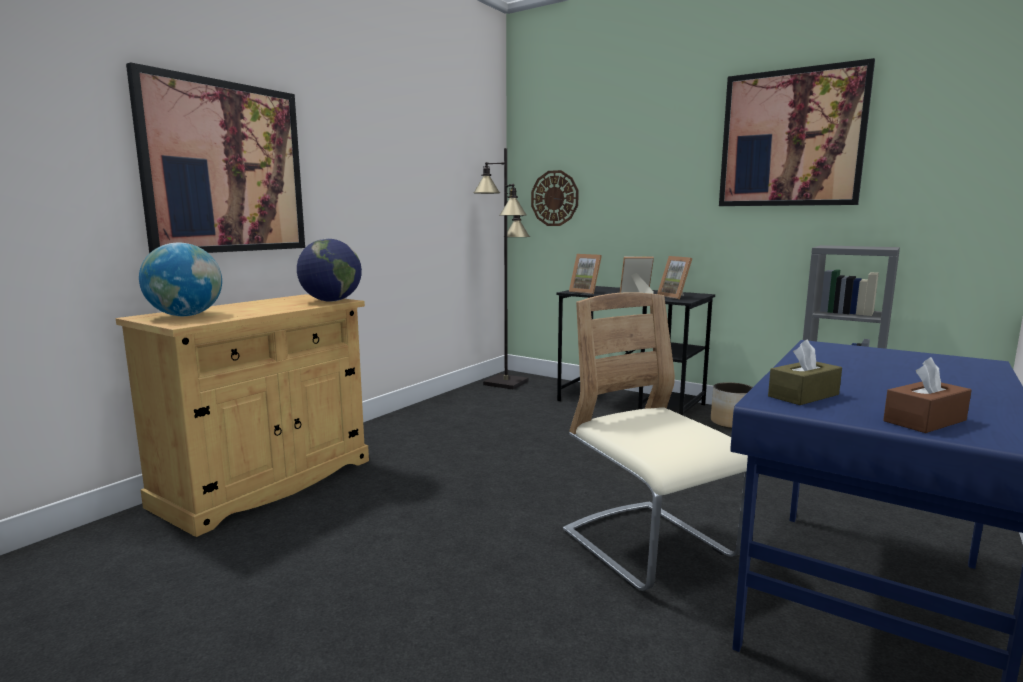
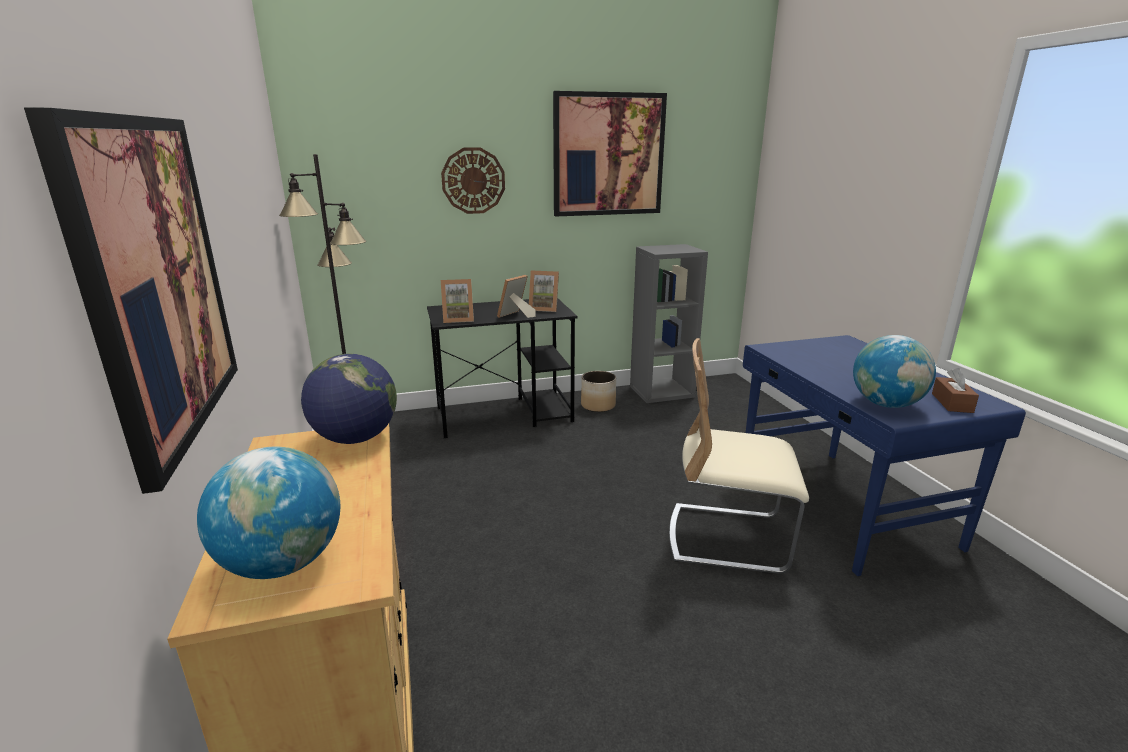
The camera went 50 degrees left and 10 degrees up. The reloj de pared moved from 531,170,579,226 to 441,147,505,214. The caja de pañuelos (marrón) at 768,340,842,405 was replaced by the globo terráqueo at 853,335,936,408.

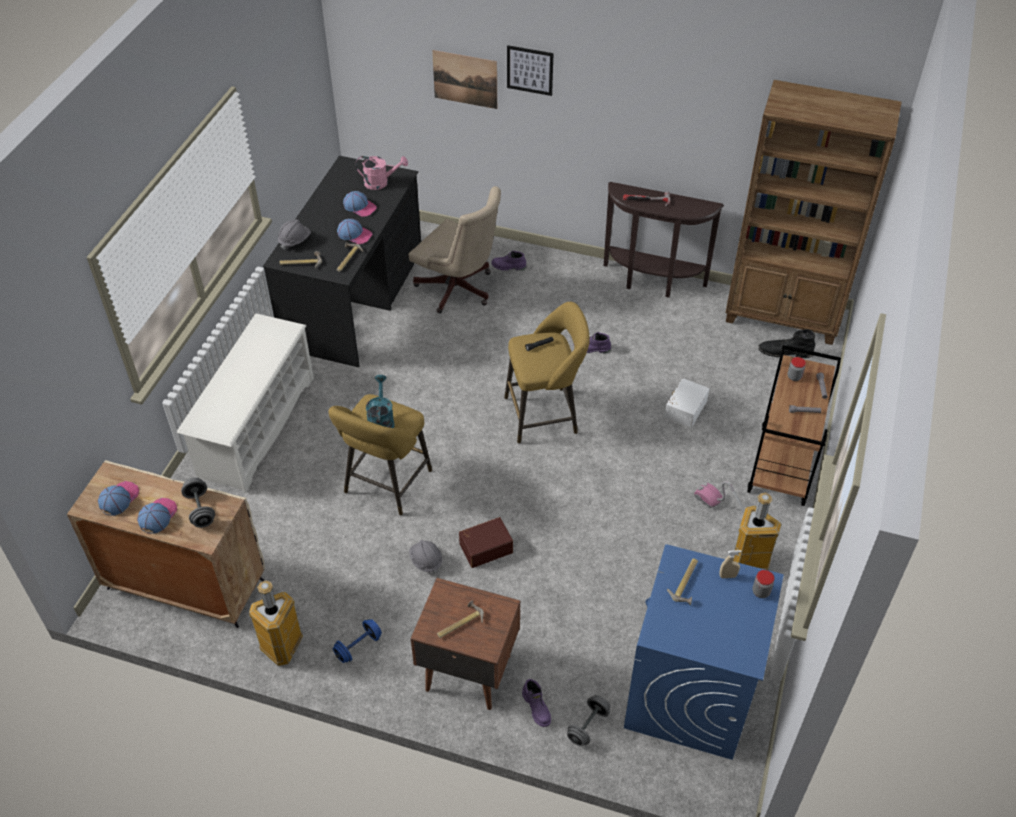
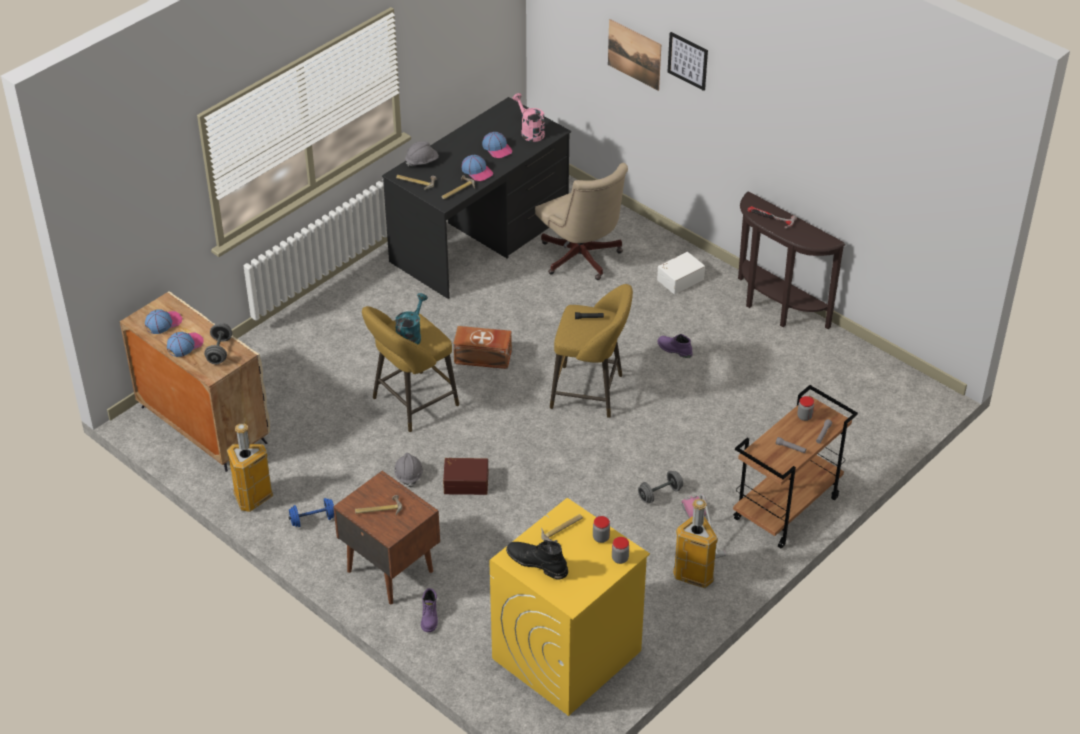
The camera went 25 degrees right and 5 degrees down. The estantería (marrón) at 726,80,902,345 disappeared. The regadera (rosa) at 355,156,408,190 turned 150 degrees counterclockwise. The bota (morado) at 491,251,526,271 disappeared. The zapatero (blanco) at 177,313,314,493 disappeared. The bota (negro) moved from 758,329,815,358 to 506,540,568,579. The caja de almacenaje (blanco) moved from 665,378,709,427 to 657,252,705,294. The lavadora (azul) at 624,544,784,760 became the lavadora (amarillo) at 489,498,650,716. The pulverizador (beis) at 719,550,742,578 was replaced by the tarro at 593,516,610,543. The mancuerna (gris) moved from 567,695,610,747 to 638,471,683,503. The caja de almacenaje (marrón) at 453,326,512,369 appeared.

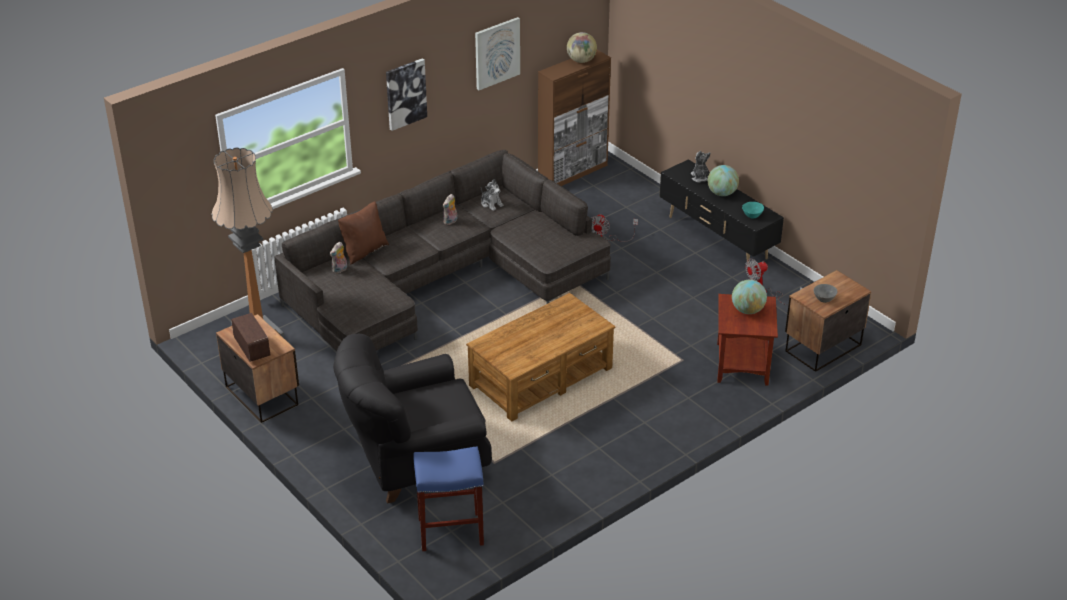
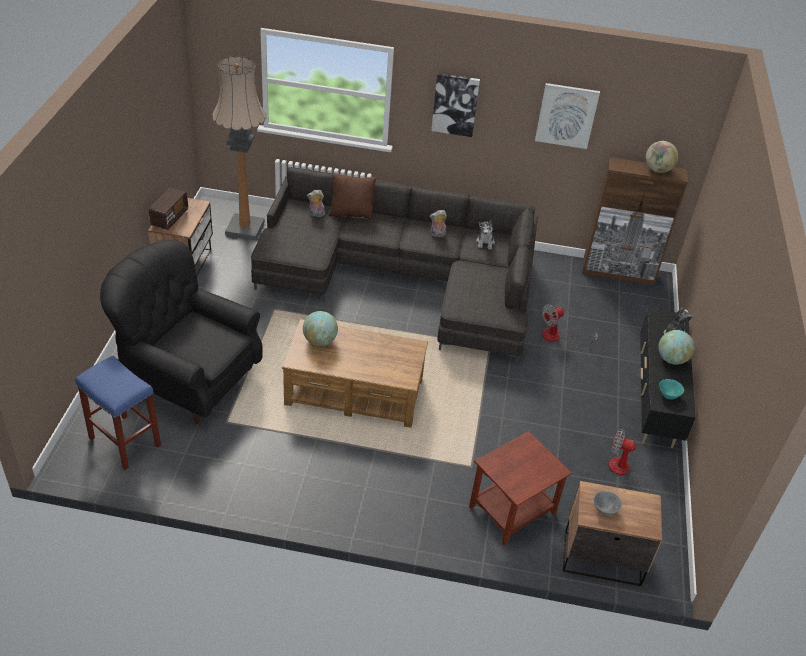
The camera went 45 degrees right and 5 degrees up. The globo terráqueo moved from 732,279,767,314 to 303,311,338,346.

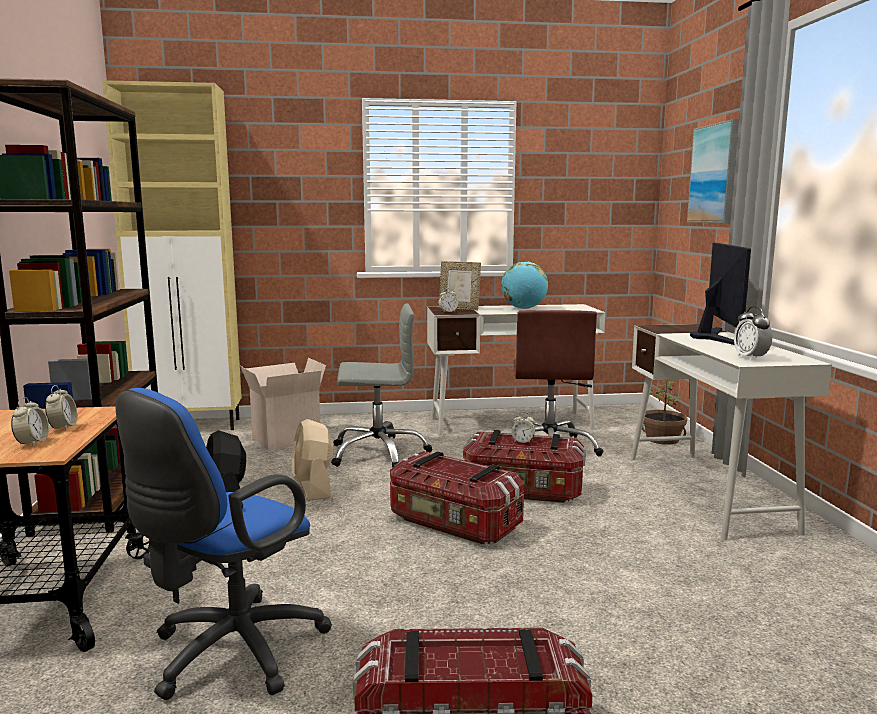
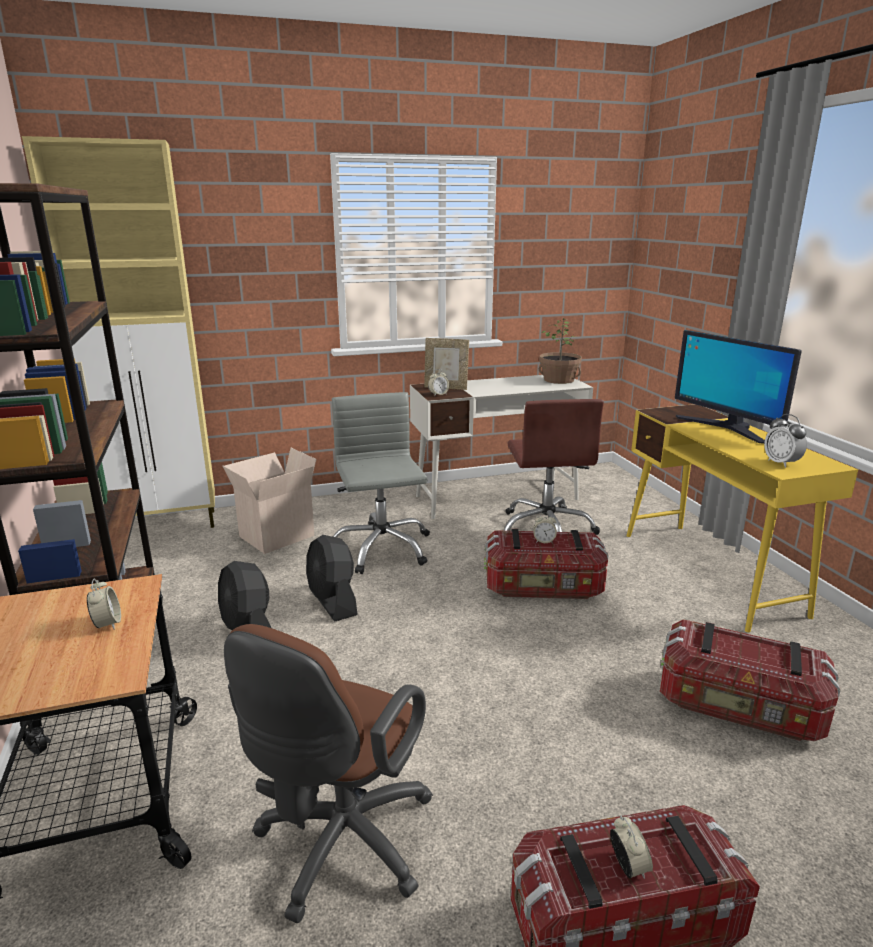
The camera went 10 degrees left and 10 degrees up. The cuadro at 687,119,739,223 disappeared. The monitor at 690,243,751,345 turned 150 degrees clockwise. The globo terráqueo at 501,262,548,309 disappeared. The silla de oficina (gris) at 331,303,432,468 turned 90 degrees counterclockwise. The escritorio (blanco) at 631,324,832,540 became the escritorio (amarillo) at 627,404,858,632. The planta en maceta moved from 642,379,687,445 to 539,317,582,384. The silla de oficina (azul) at 115,388,332,700 became the silla de oficina (marrón) at 224,624,433,923. The despertador moved from 11,397,49,447 to 610,816,653,879. The ventilador (beis) at 292,419,333,501 became the ventilador (negro) at 306,535,358,622. The caja de almacenaje moved from 390,451,524,544 to 660,619,841,741.

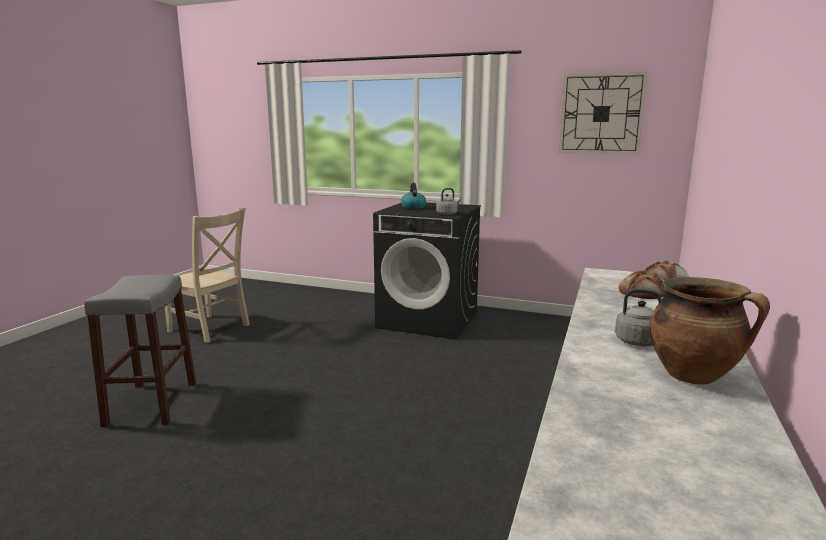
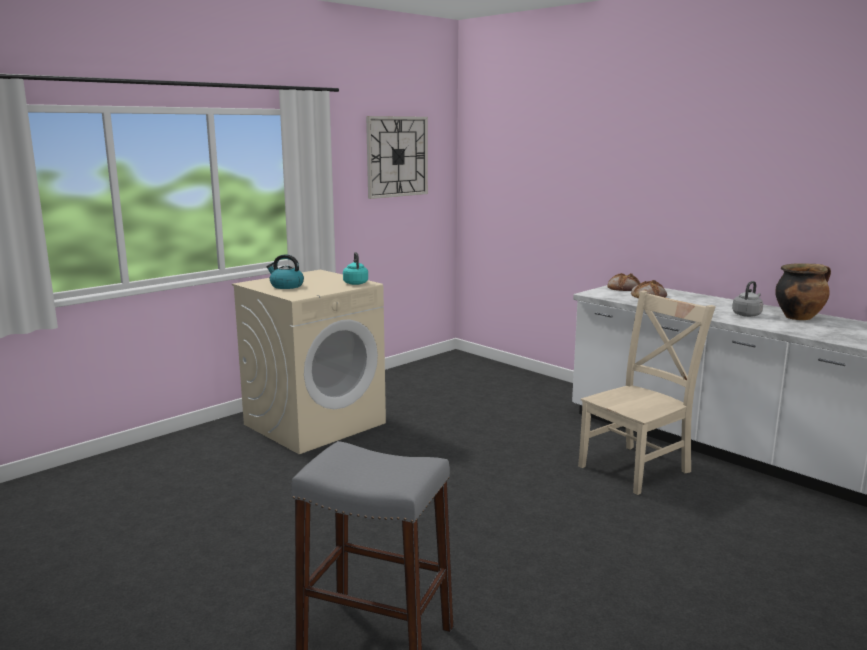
The camera went 65 degrees left and 0 degrees up. The hervidor (gris) at 436,188,461,215 became the hervidor (turquesa) at 343,252,368,285. The lavadora (negro) at 373,202,481,339 became the lavadora (beis) at 232,269,386,454. The silla (beis) moved from 165,208,250,343 to 578,291,716,495.

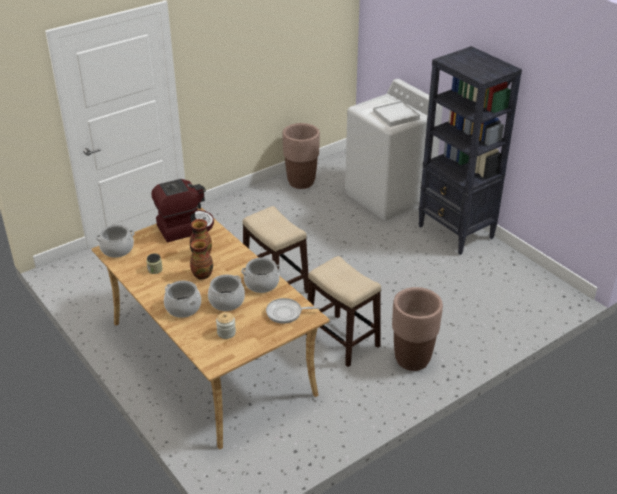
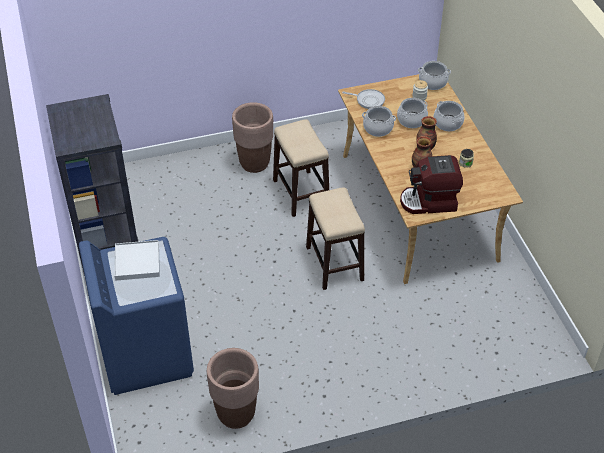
The camera went 160 degrees left and 10 degrees up. The lavadora (blanco) at 345,79,443,221 became the lavadora (azul) at 79,237,194,395. The olla moved from 96,224,135,258 to 418,61,451,90.

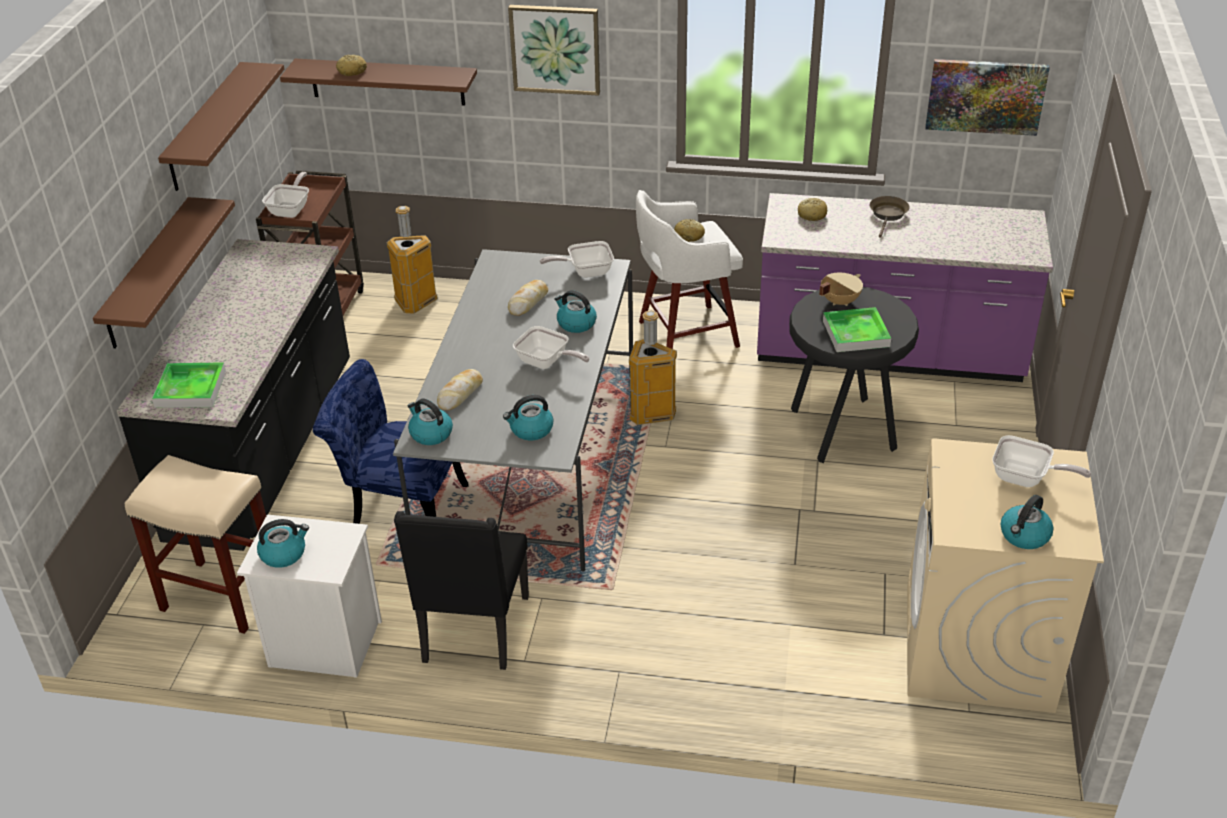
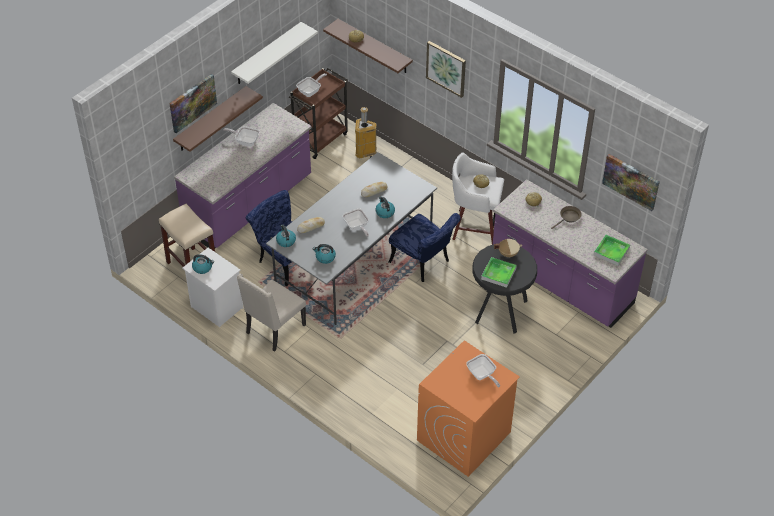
The camera went 30 degrees right and 10 degrees up. The estante (marrón) at 158,62,284,191 became the estante (blanco) at 231,22,318,84. The mueble bajo de cocina (negro) at 117,239,350,551 became the mueble bajo de cocina (morado) at 174,103,312,248. The sartén moved from 540,241,614,278 to 223,126,259,147. The papelera at 629,311,677,425 was replaced by the silla (azul) at 389,213,461,282. The bandeja moved from 152,362,226,408 to 594,235,630,266. The lavadora (beis) at 907,438,1104,713 became the lavadora (naranja) at 417,341,520,477. The hervidor at 1000,495,1054,549 disappeared. The silla (negro) at 394,511,529,670 became the silla (beis) at 237,274,306,352. The cuadro at 169,74,217,133 appeared.

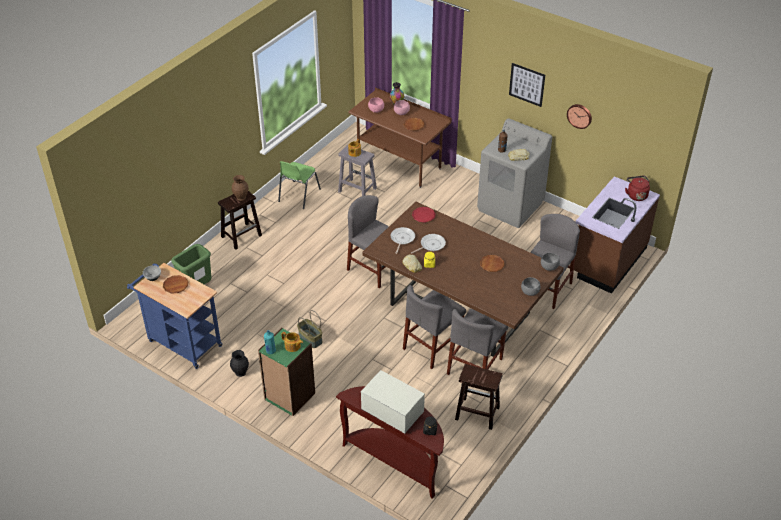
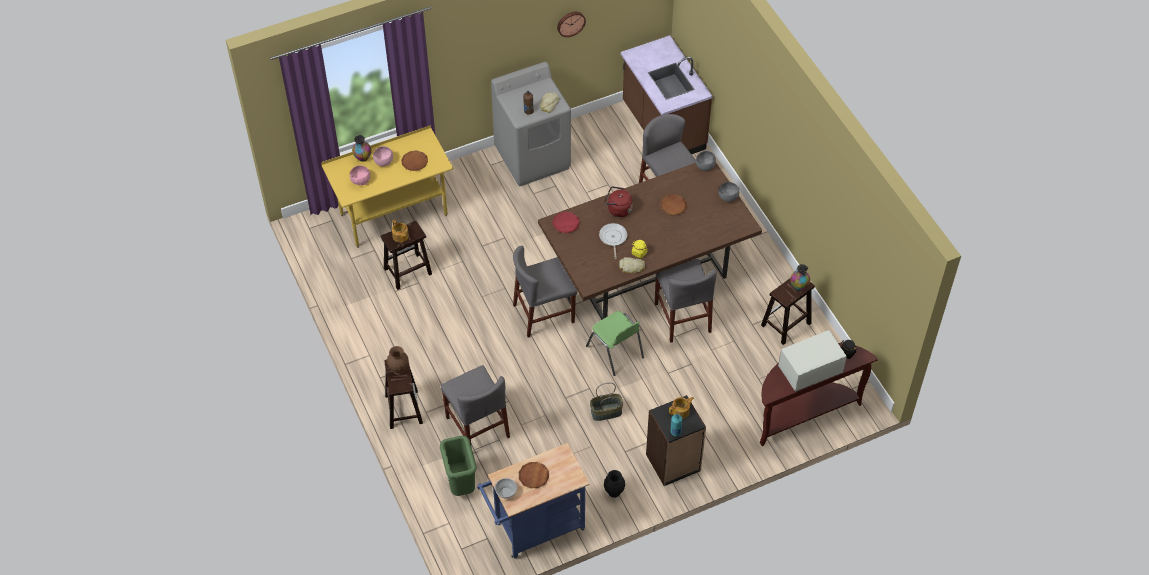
The camera went 60 degrees left and 10 degrees up. The cuadro at 509,63,545,107 disappeared. The escritorio (marrón) at 348,88,452,188 became the escritorio (amarillo) at 321,125,453,248. The taburete (gris) at 338,145,377,196 became the taburete (marrón) at 381,221,432,290. The silla (verde) moved from 278,161,321,209 to 586,311,644,376. The hervidor (rojo) moved from 625,176,650,201 to 604,186,633,217. The sartén at 391,227,415,254 disappeared. The silla (gris) moved from 447,309,509,375 to 441,365,510,447. The estantería (verde) at 258,328,315,416 became the estantería (negro) at 646,395,706,486. The florero at 790,264,810,291 appeared.

